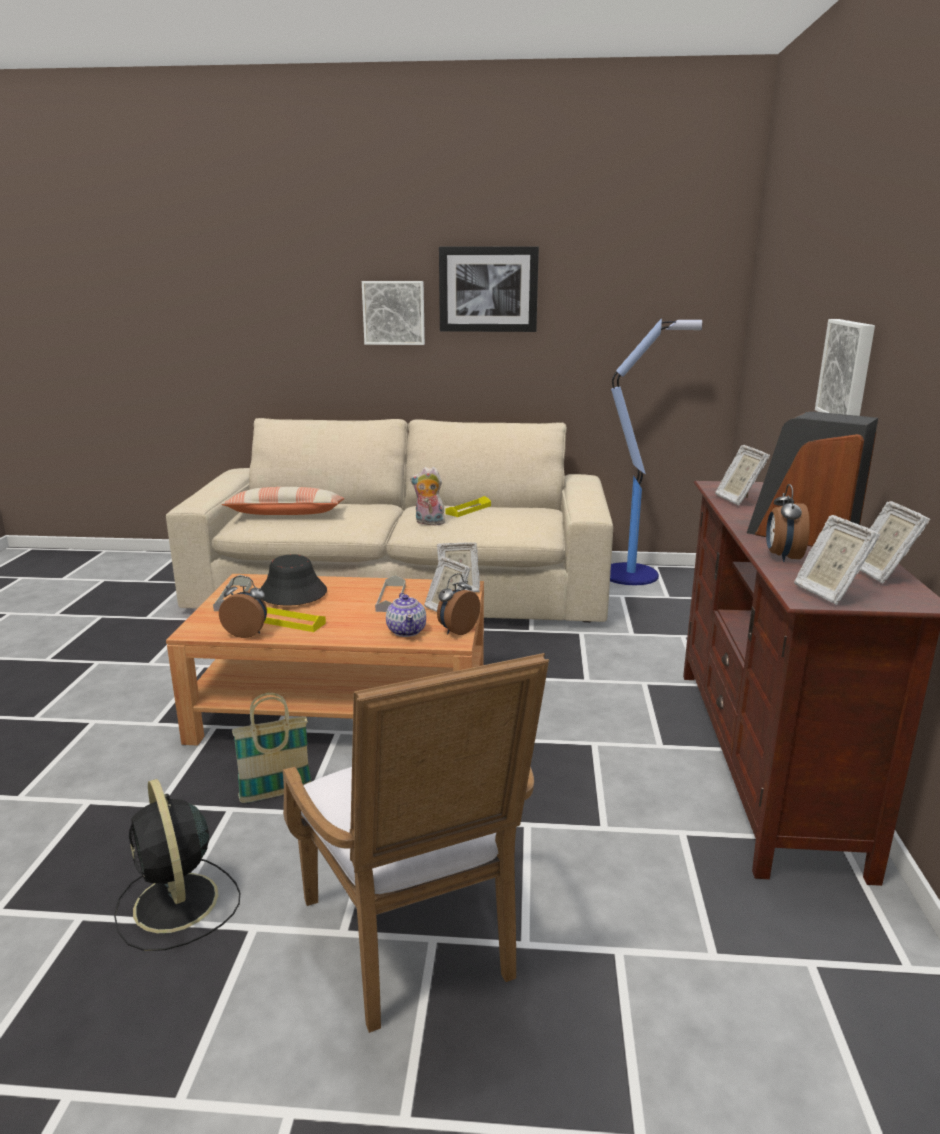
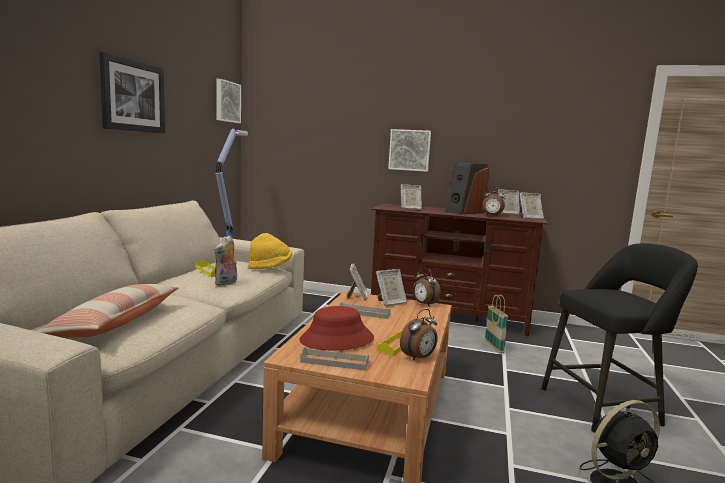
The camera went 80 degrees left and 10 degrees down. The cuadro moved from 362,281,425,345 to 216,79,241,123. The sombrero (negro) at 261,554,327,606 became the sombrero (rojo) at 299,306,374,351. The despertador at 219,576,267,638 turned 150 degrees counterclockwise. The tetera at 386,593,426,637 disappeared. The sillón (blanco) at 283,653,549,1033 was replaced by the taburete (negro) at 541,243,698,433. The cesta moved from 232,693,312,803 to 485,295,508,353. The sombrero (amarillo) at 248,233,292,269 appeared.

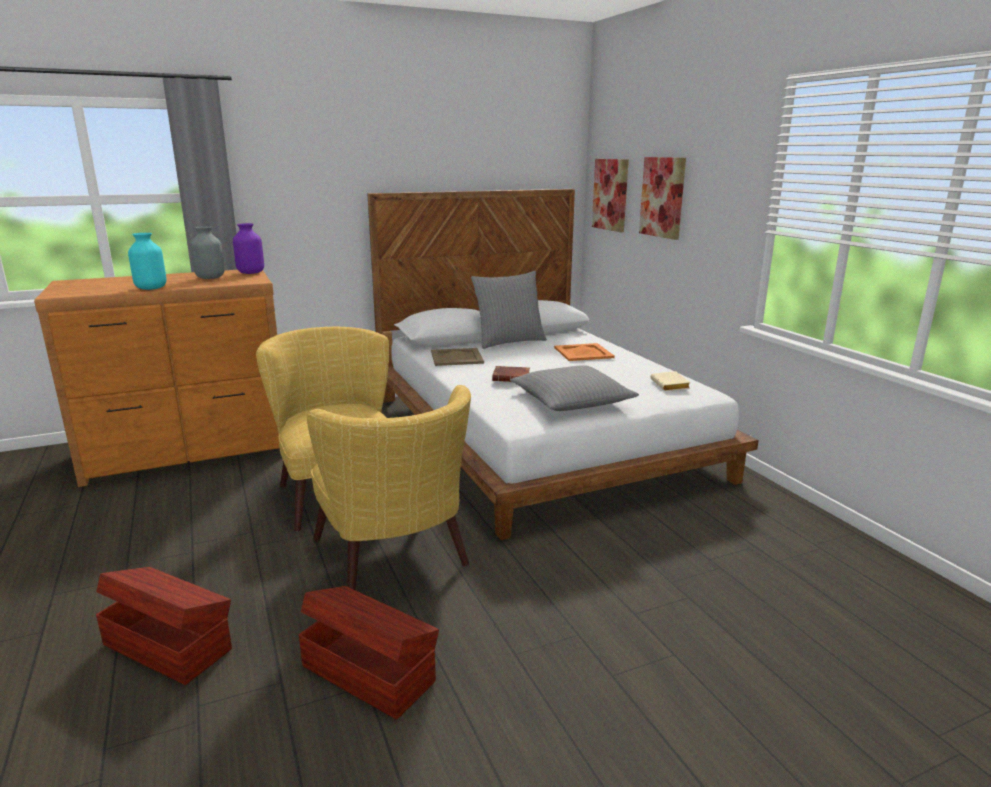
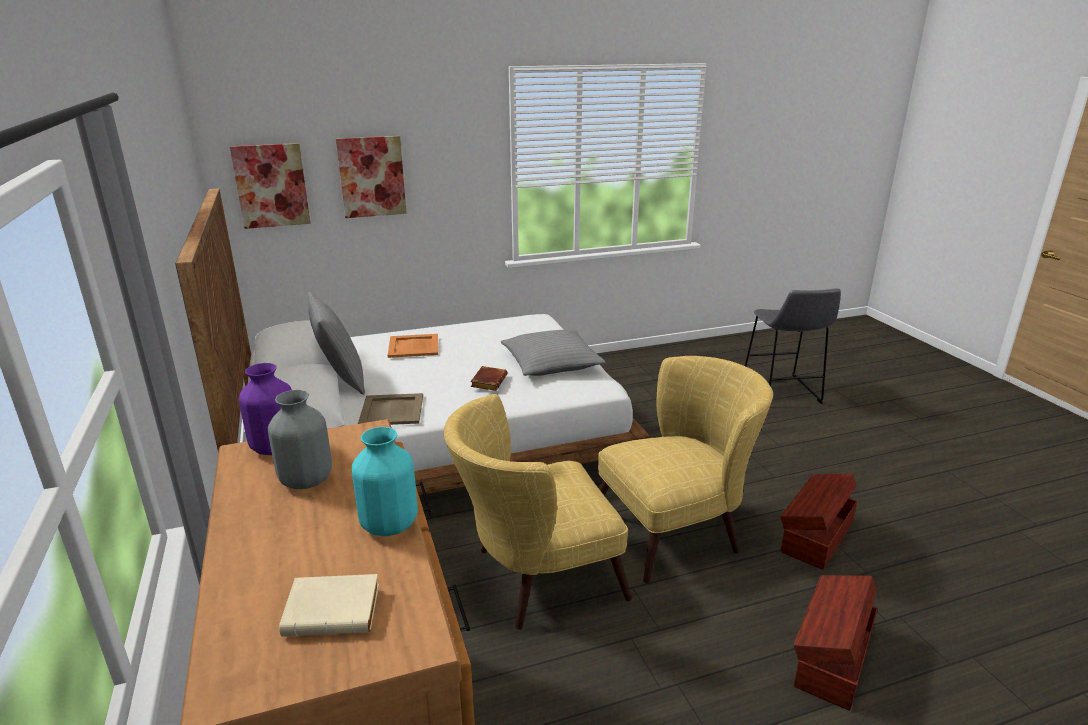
The camera went 85 degrees left and 5 degrees up. The libro (beis) moved from 651,371,691,391 to 279,574,379,637. The taburete (gris) at 745,288,841,404 appeared.

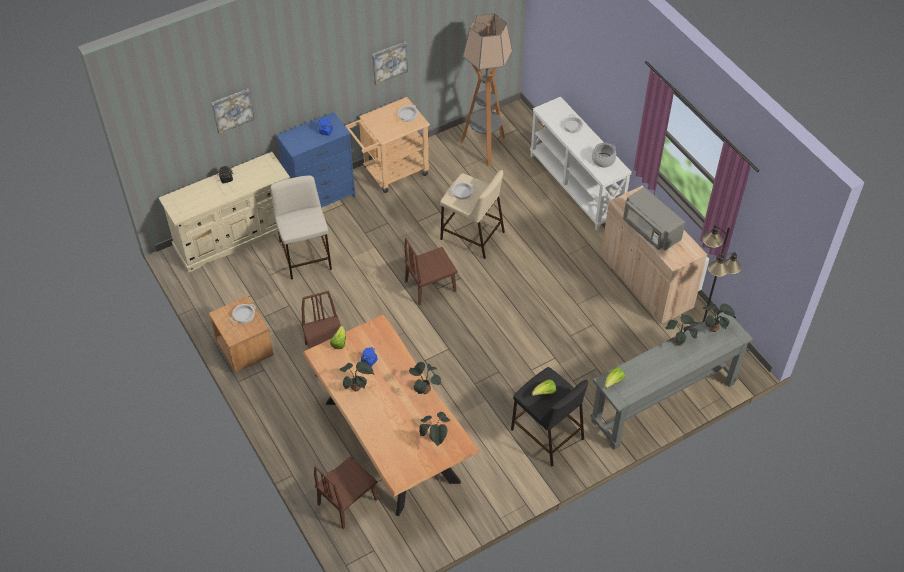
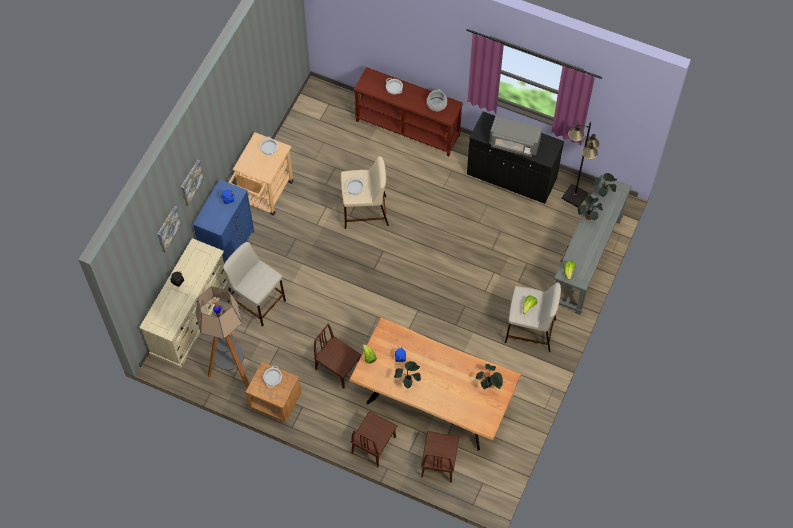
The camera went 35 degrees left and 10 degrees up. The lámpara de pie moved from 461,13,512,166 to 196,286,249,387. The cuadro moved from 372,42,408,85 to 181,160,204,206. The mesa consola (blanco) at 530,97,632,231 became the mesa consola (marrón) at 354,67,463,156. The armario (beis) at 601,185,707,324 became the armario (negro) at 467,111,564,204. The silla (marrón) moved from 404,238,458,305 to 351,411,397,467. The planta en maceta at 409,362,441,394 disappeared. The taburete (negro) at 511,367,588,466 became the taburete (beis) at 505,282,561,352.

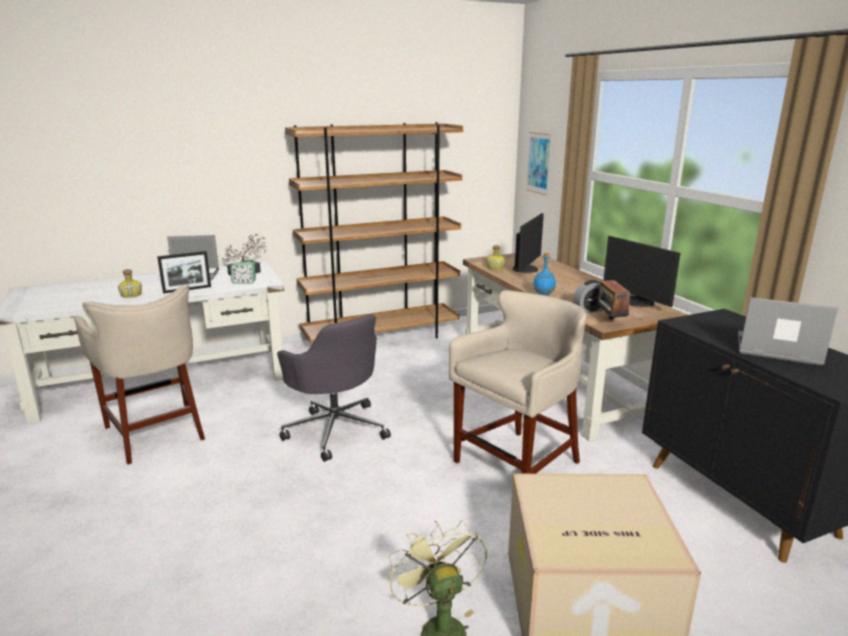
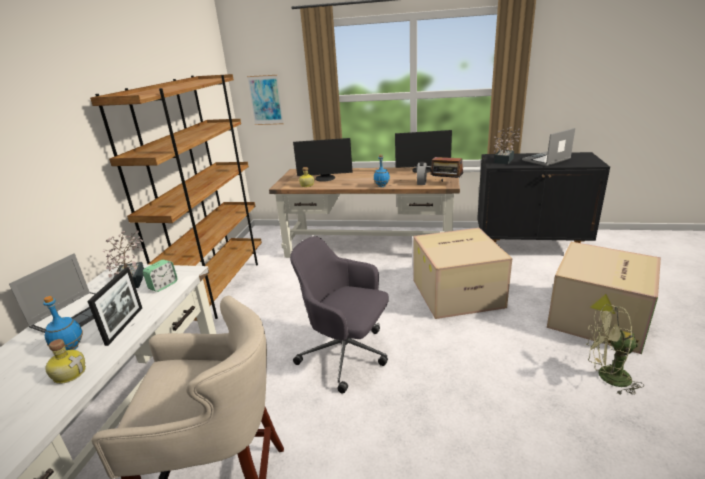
The camera went 55 degrees left and 5 degrees up. The monitor at 513,213,544,273 turned 120 degrees clockwise. The taburete (beis) at 449,290,587,474 was replaced by the caja de cartón at 413,228,512,319. The silla de oficina (gris) at 277,314,391,462 turned 150 degrees counterclockwise. The planta en maceta at 494,127,520,164 appeared. The botella (azul) at 43,296,83,350 appeared.

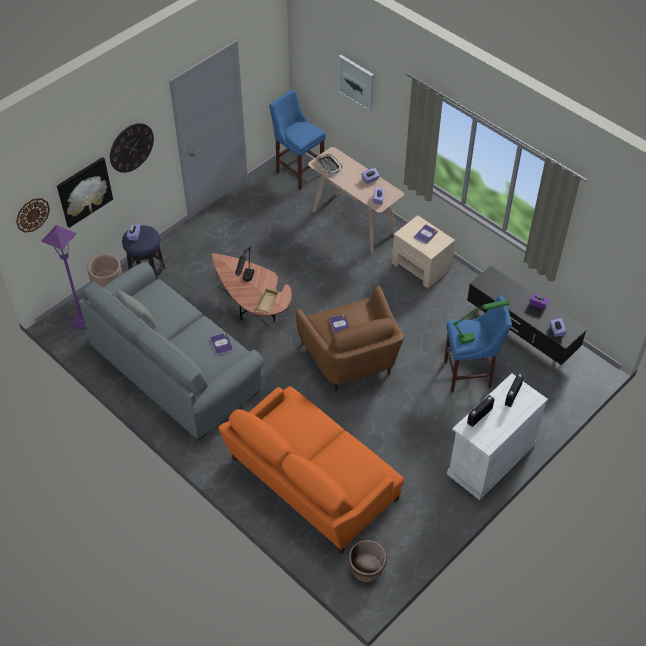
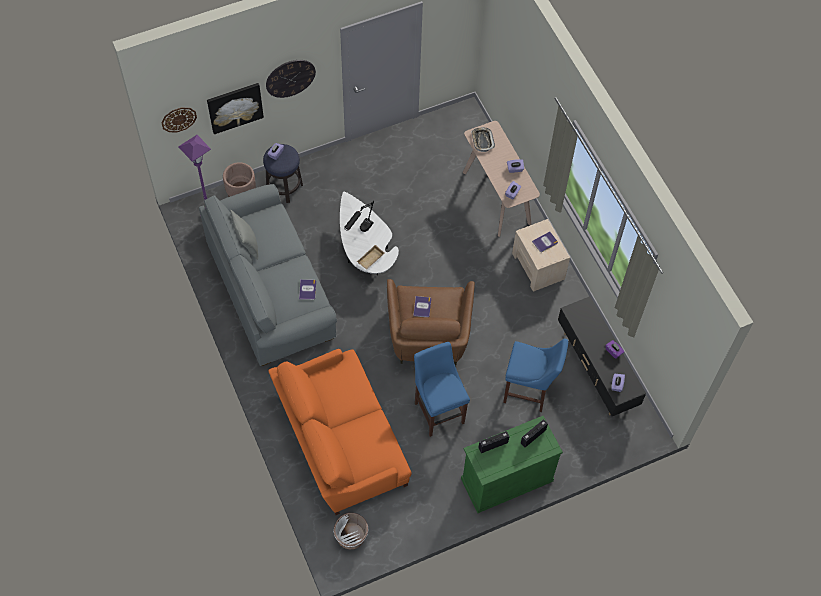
The camera went 20 degrees right and 10 degrees up. The cuadro at 338,54,374,111 disappeared. The taburete (azul) moved from 269,89,326,190 to 414,342,470,437. The mesa de centro (marrón) at 212,253,292,322 became the mesa de centro (blanco) at 340,191,399,275. The lámpara de mesa (verde) at 453,300,510,344 disappeared. The armario (blanco) at 447,373,548,500 became the armario (verde) at 461,416,563,513. The maceta (marrón) at 349,540,387,582 became the maceta (blanco) at 334,513,368,550.

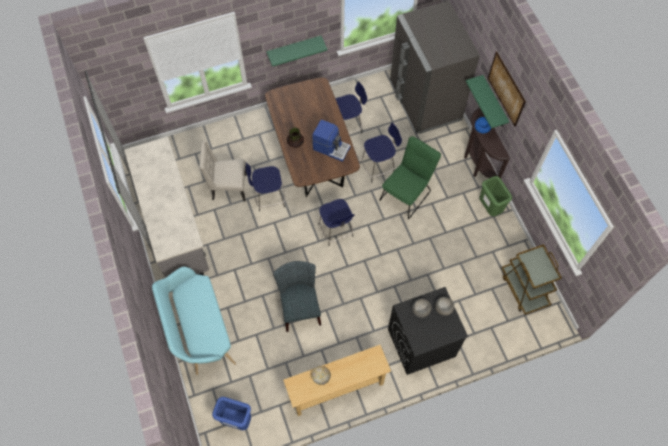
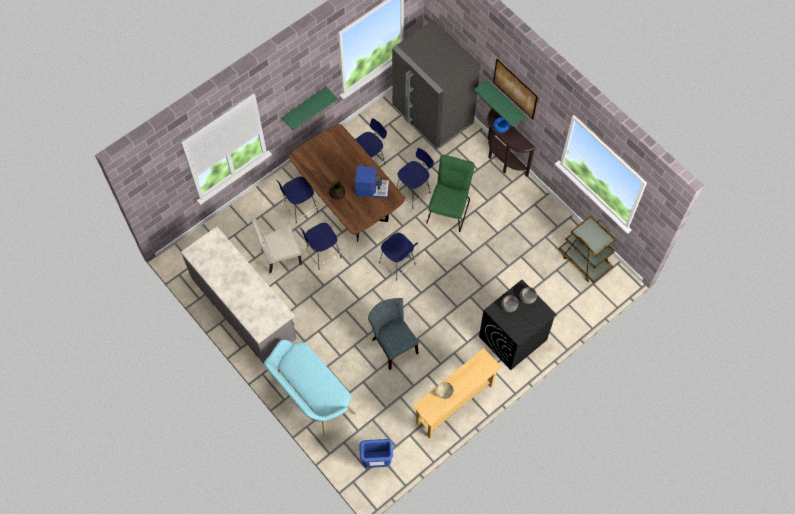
The camera went 20 degrees left and 0 degrees up. The papelera (verde) at 480,176,512,216 disappeared. The taburete (azul) at 276,177,318,223 appeared.

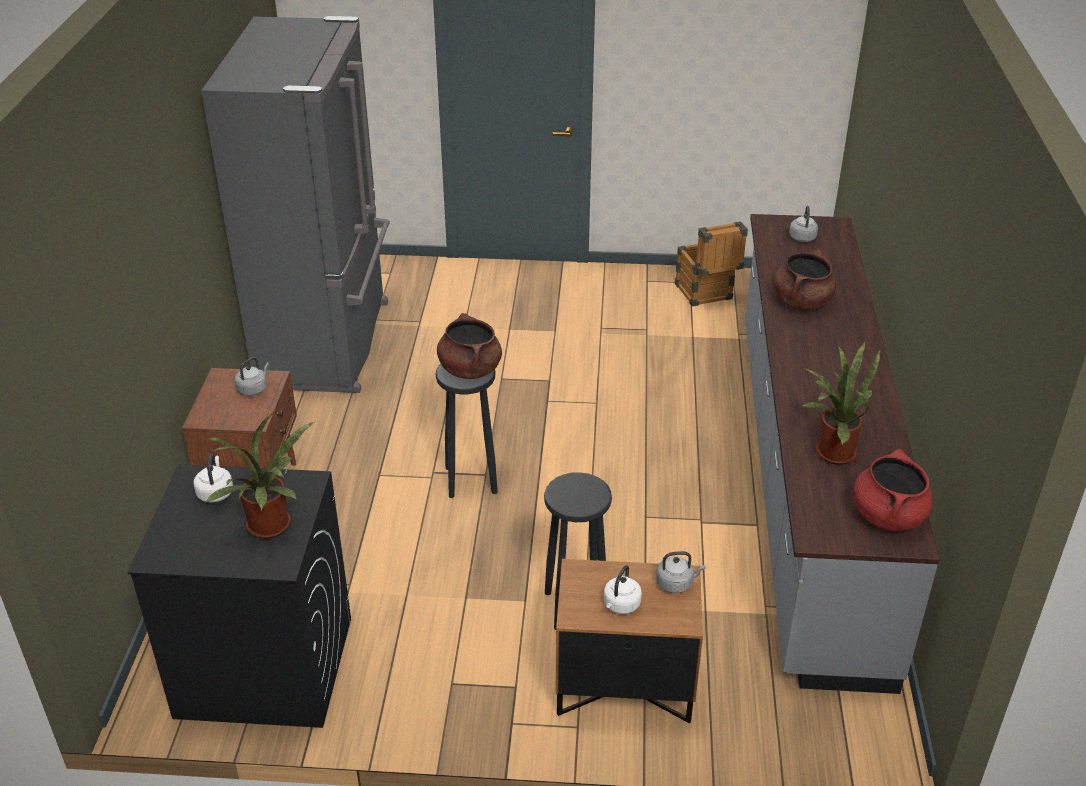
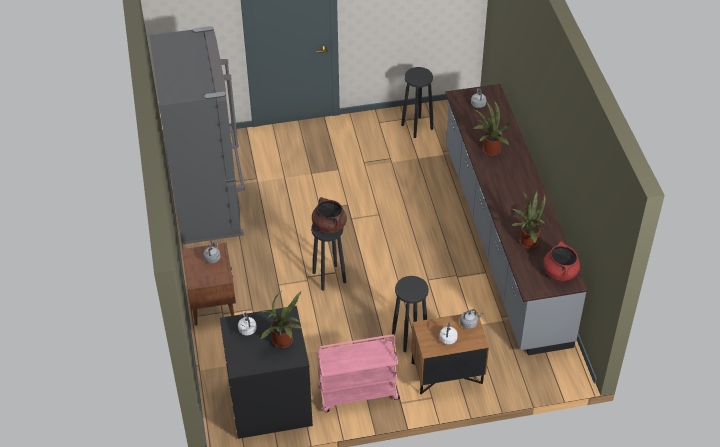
The camera went 15 degrees left and 10 degrees up. The caja de embalaje at 675,221,748,306 was replaced by the taburete (negro) at 401,67,433,138. The olla (marrón) at 773,250,836,310 was replaced by the planta en maceta at 473,102,510,156. The carrito (rosa) at 317,334,400,412 appeared.

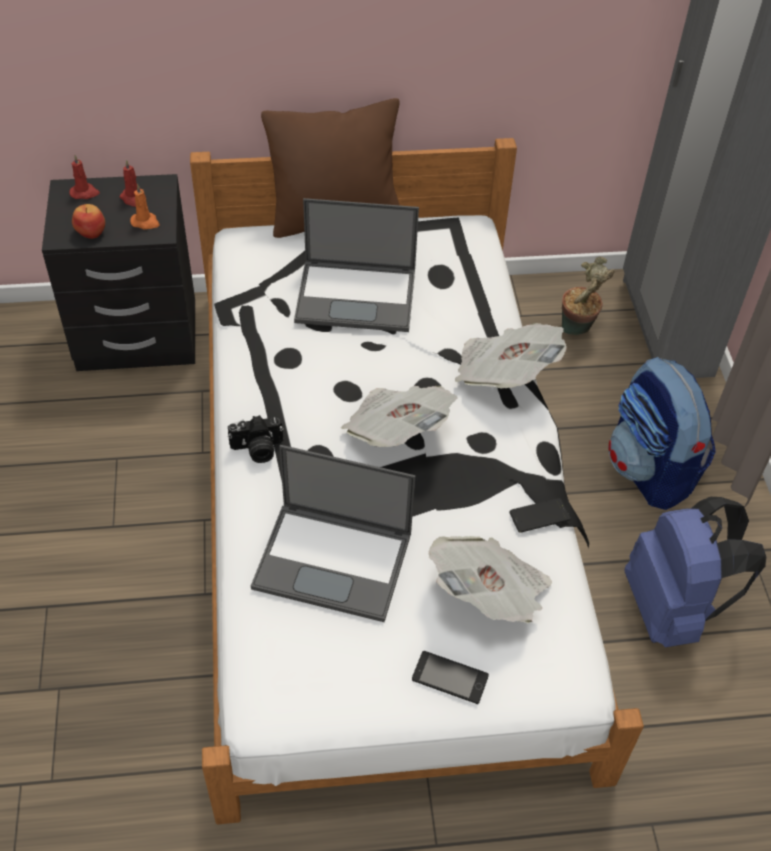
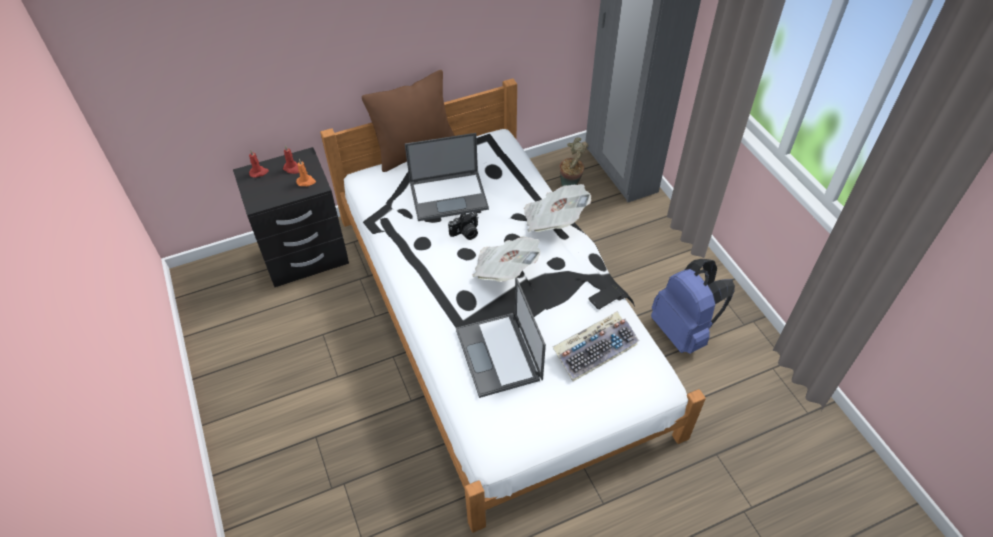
The camera went 15 degrees left and 0 degrees up. The manzana at 72,204,105,239 disappeared. The mochila at 608,356,716,510 disappeared. The cámara moved from 228,415,283,463 to 448,212,479,240. The portátil at 251,445,415,622 turned 75 degrees clockwise. The periódico at 428,536,552,623 was replaced by the teclado at 553,312,639,382. The móvil at 412,651,489,704 disappeared.

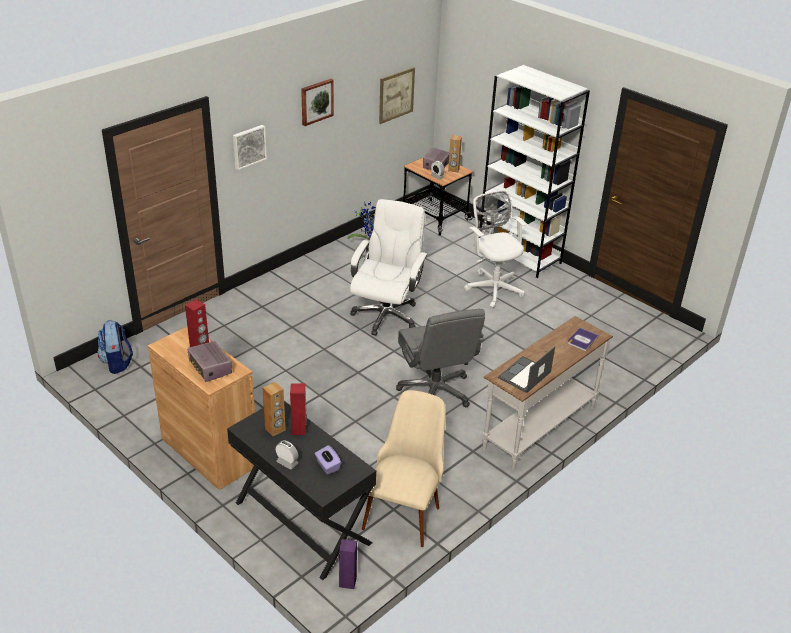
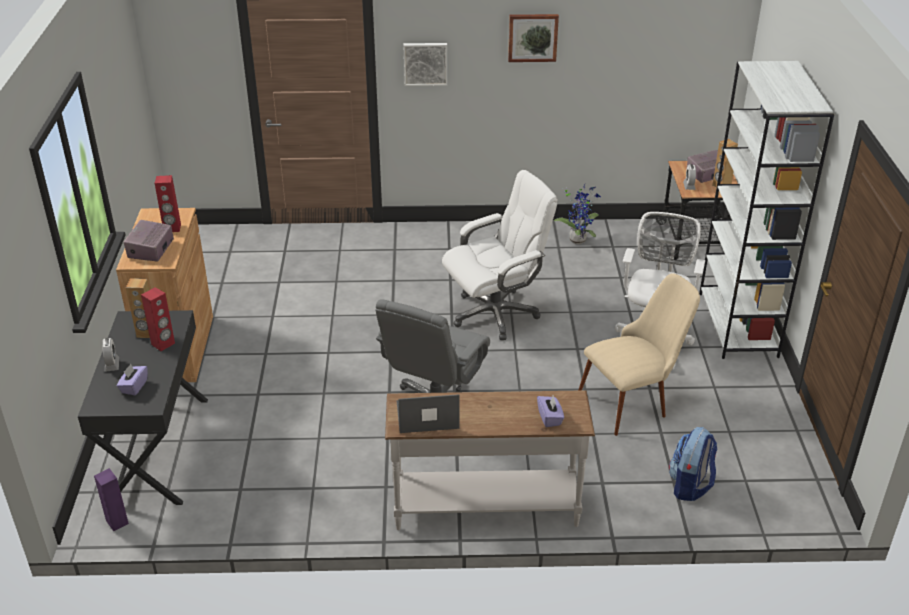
The camera went 45 degrees right and 0 degrees up. The cuadro at 379,67,415,124 disappeared. The mochila moved from 97,320,133,374 to 669,427,718,501. The libro at 567,328,599,351 was replaced by the caja de pañuelos (morado) at 537,396,564,427. The silla (beis) moved from 362,390,446,547 to 578,273,700,436.

